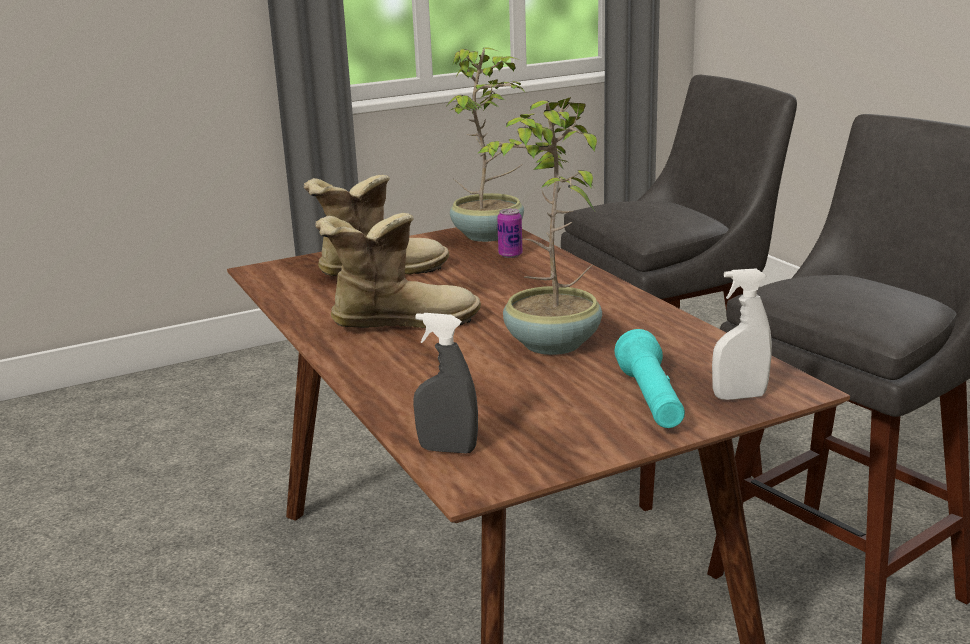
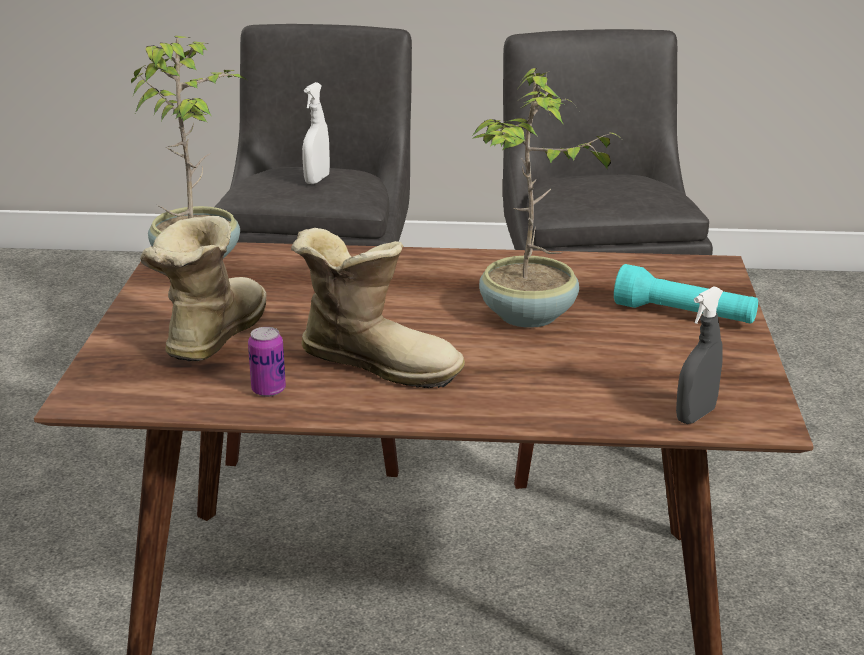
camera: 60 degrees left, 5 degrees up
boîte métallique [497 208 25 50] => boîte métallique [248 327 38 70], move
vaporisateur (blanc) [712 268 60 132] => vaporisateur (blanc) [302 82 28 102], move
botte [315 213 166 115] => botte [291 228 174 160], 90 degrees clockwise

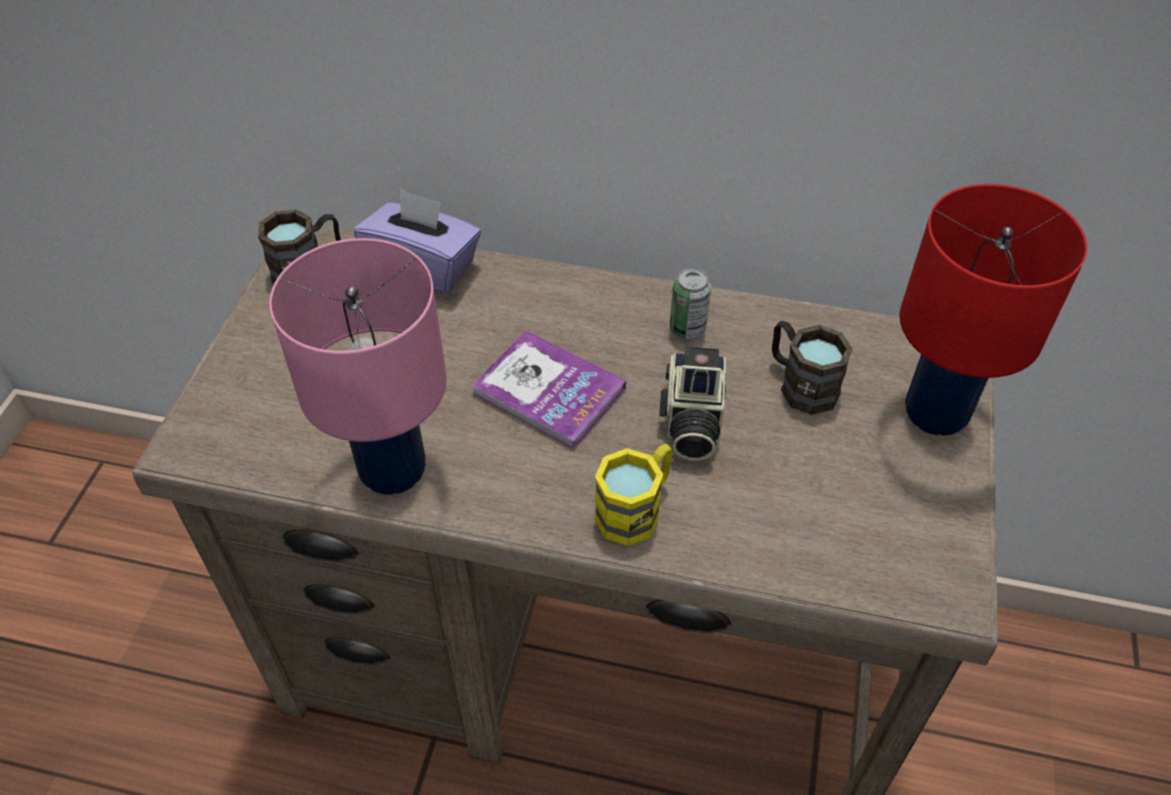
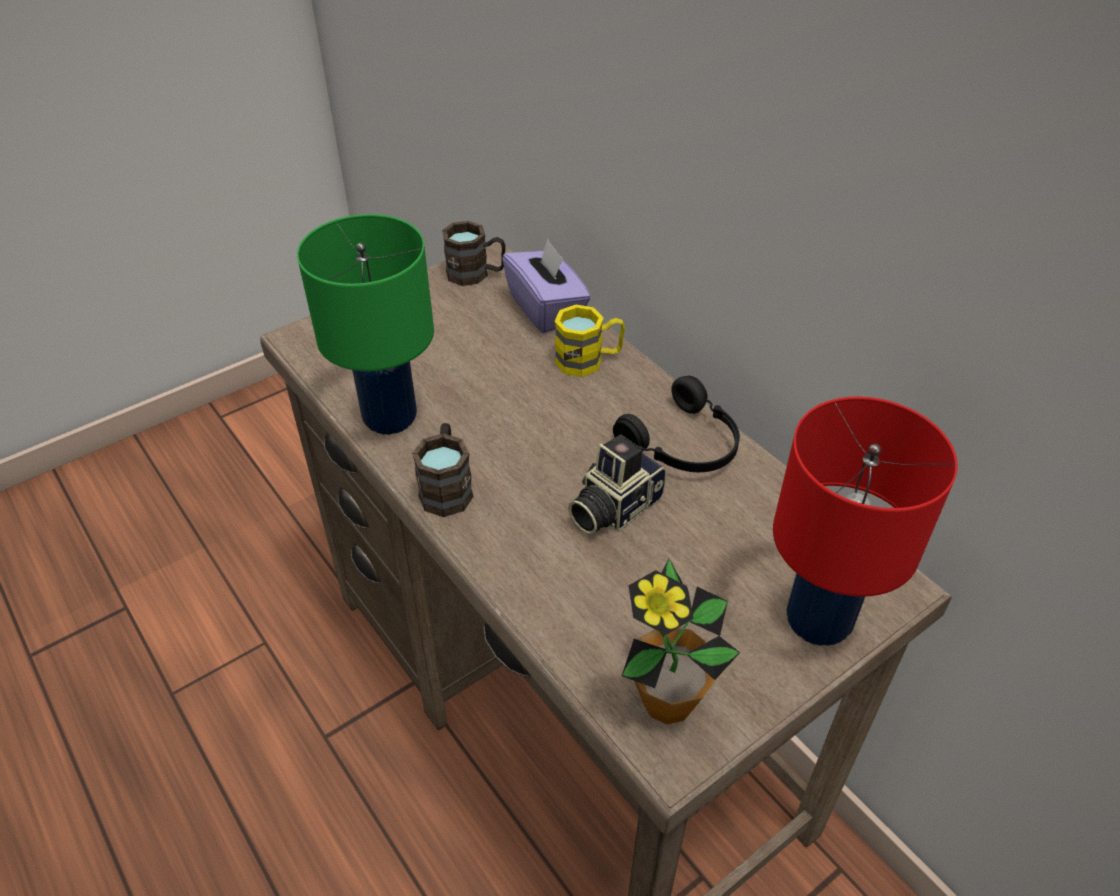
camera: 40 degrees right, 5 degrees down
livre [471 330 155 119] => nothing
nothing => plante en pot [622 558 118 166]
mug (jaune) [594 444 79 102] => mug (jaune) [555 305 70 72], move
mug (marron) [772 321 81 94] => mug (marron) [412 423 61 94], move
boîte métallique [670 268 41 71] => casque audio (noir) [613 376 127 96]
lampe de table (rose) [269 238 178 257] => lampe de table (vert) [297 214 137 221]

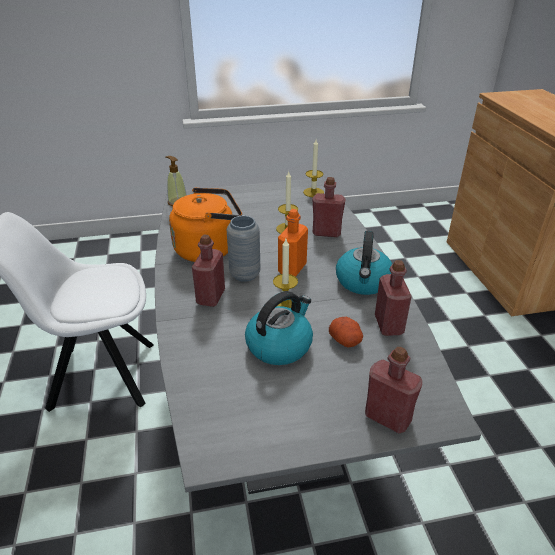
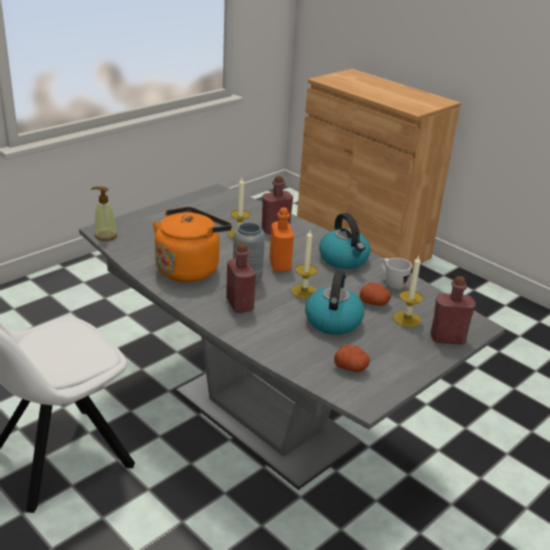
camera: 35 degrees left, 5 degrees down
nothing => pomme de terre [334 345 36 27]
bougie [303 140 21 57] => bougie [394 255 29 72], move
bouteille (rouge) [375 260 37 76] => mug (blanc) [381 258 31 31]

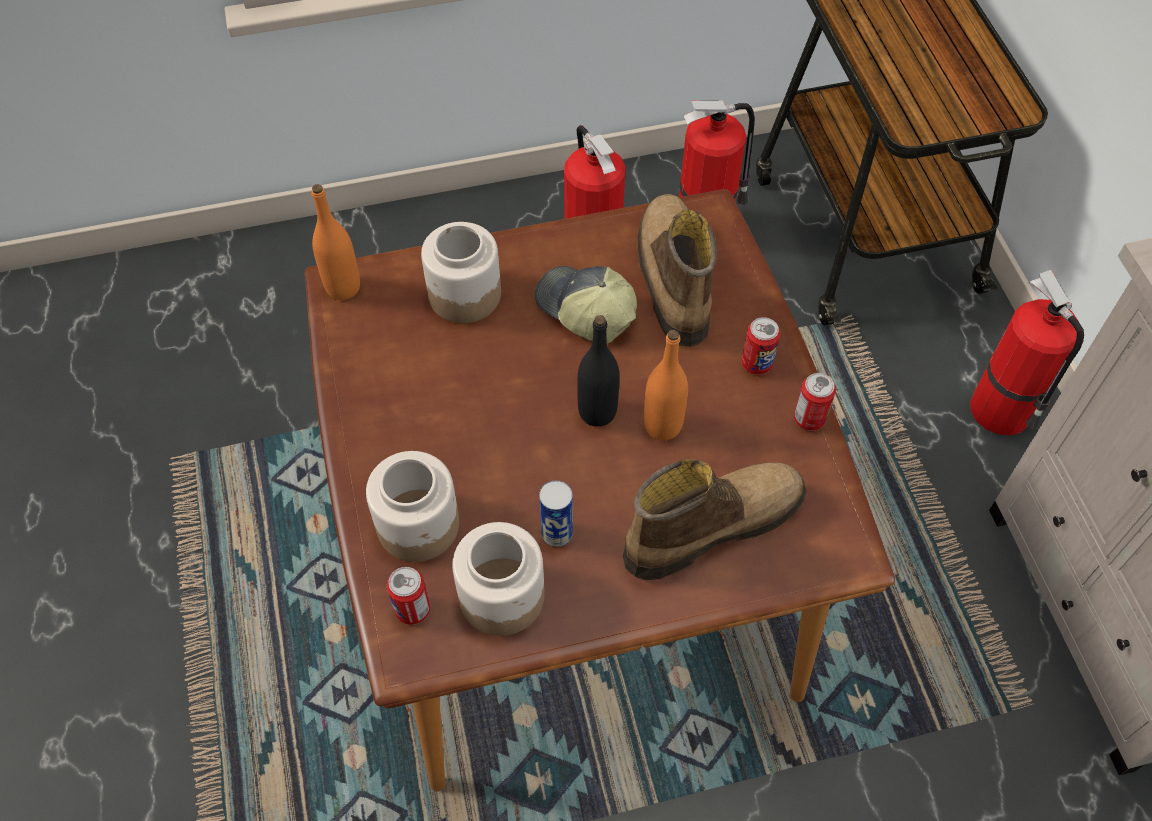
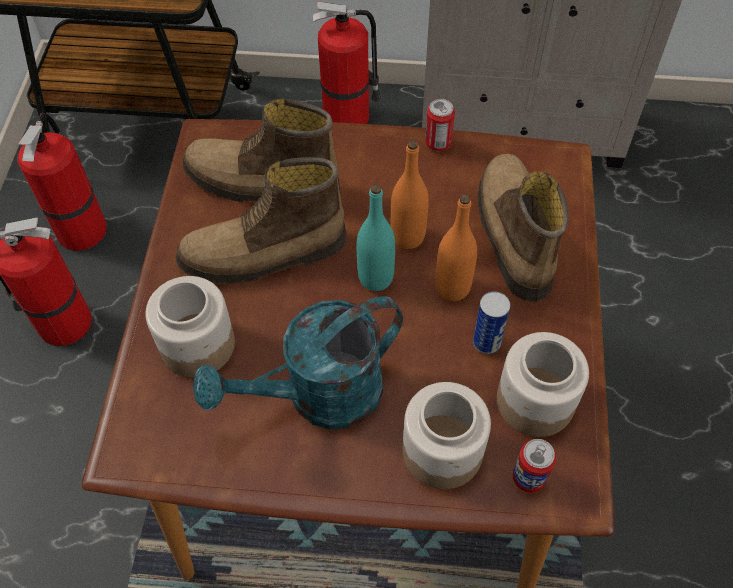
camera: 70 degrees left, 0 degrees up
boîte métallique [741 317 39 58] => nothing
nothing => arrosoir (turquoise) [193 297 210 132]
bouteille (orange) [312 184 48 116] => bouteille (orange) [435 194 42 107], move
casquette [535 266 102 77] => botte [176 157 170 127]
bouteille (noir) [577 315 43 112] => bouteille (turquoise) [357 184 38 107]

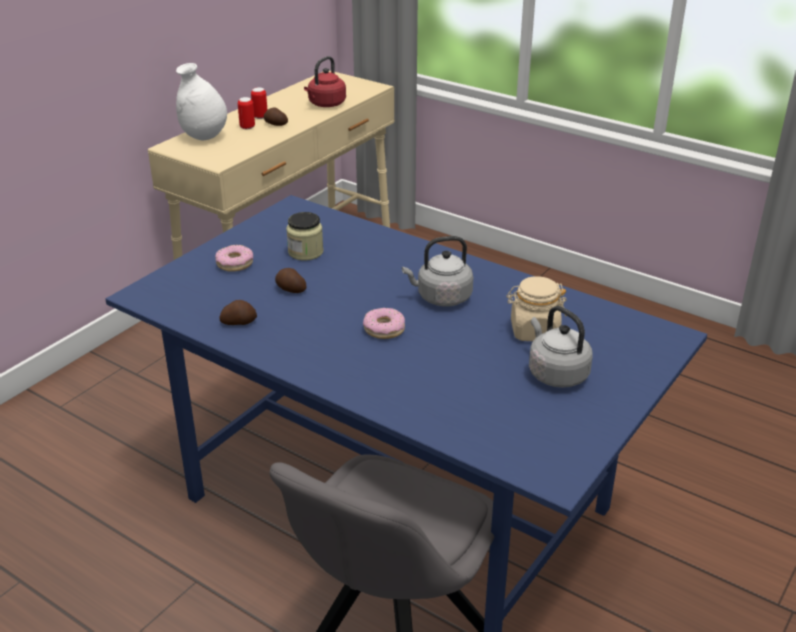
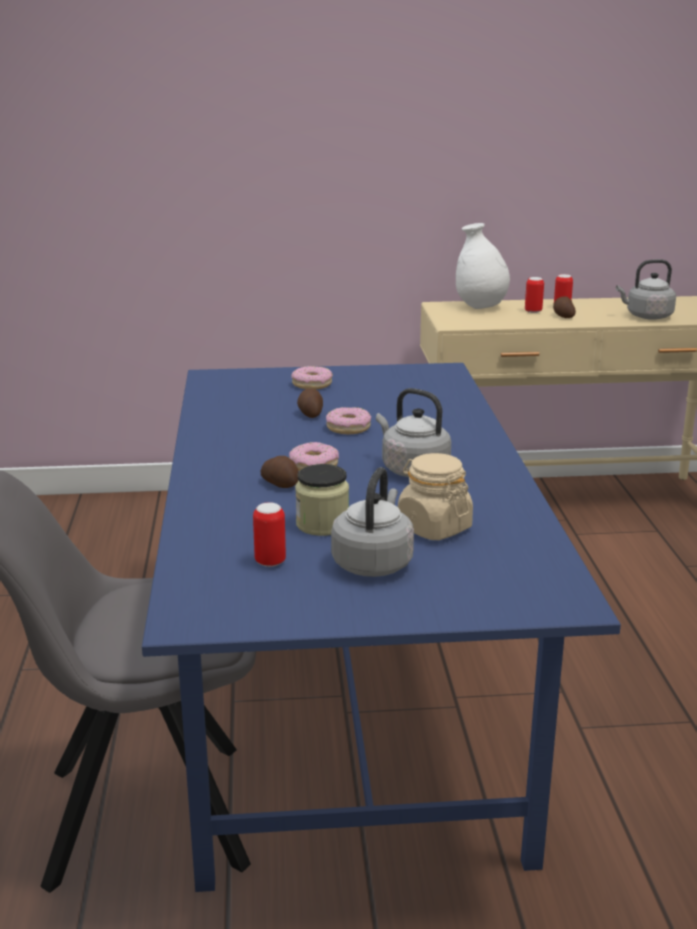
camera: 50 degrees right, 10 degrees down
nothing => boîte métallique [253 502 33 65]
nothing => beignet [326 407 45 27]
pomme de terre [220 300 37 25] => pomme de terre [261 456 37 32], move
bocal [286 212 37 48] => bocal [295 464 54 72], move
bouilloire (rouge) [304 56 42 51] => bouilloire (gris) [616 259 60 61]

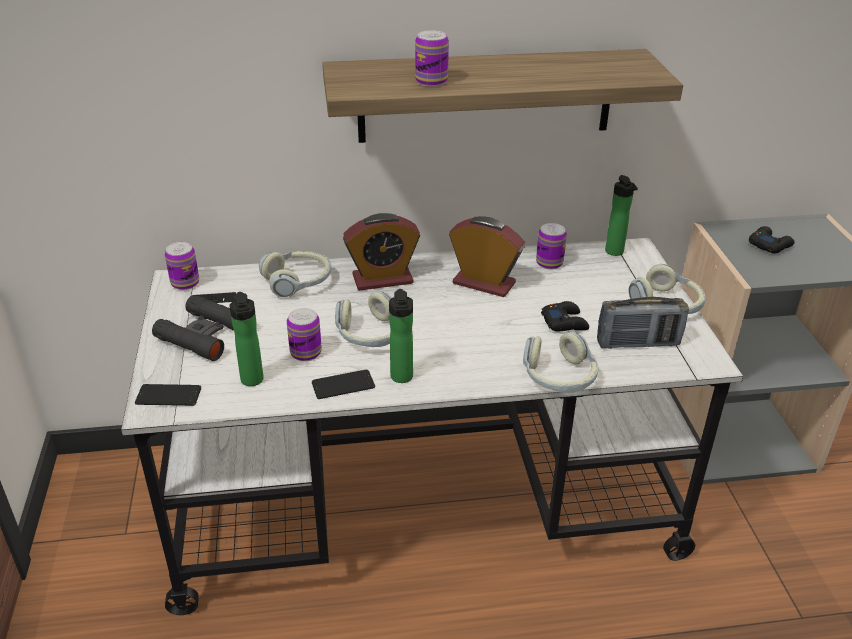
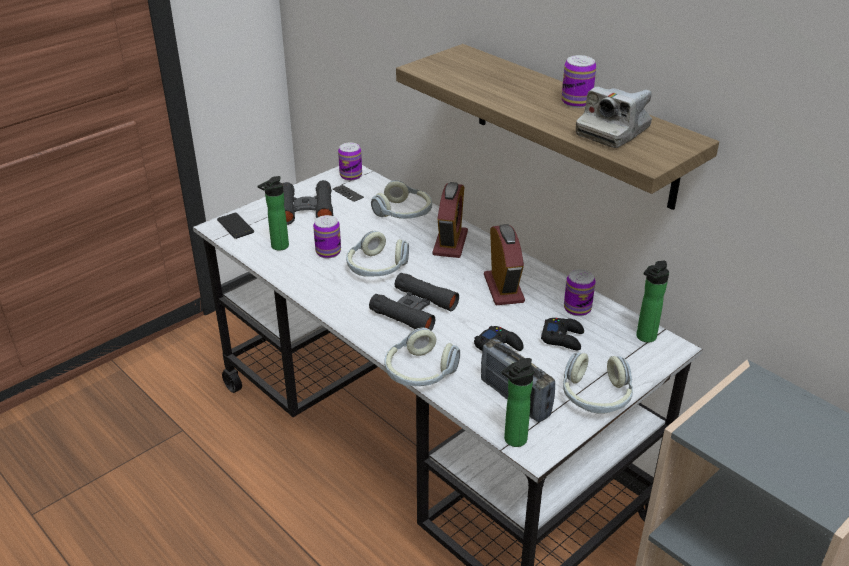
camera: 55 degrees right, 0 degrees up
téléphone [312 370 63 29] => nothing
nothing => jumelles (noir) [369 273 90 58]
nothing => appareil photo [576 87 76 61]
bouteille [389 289 24 94] => bouteille [502 358 32 89], move
boîte métallique [415 30 34 57] => boîte métallique [562 55 34 53], move
manette (noir) [749 226 46 28] => manette (noir) [541 318 43 32], move
réveil [343 213 77 78] => réveil [432 182 36 76], 120 degrees counterclockwise

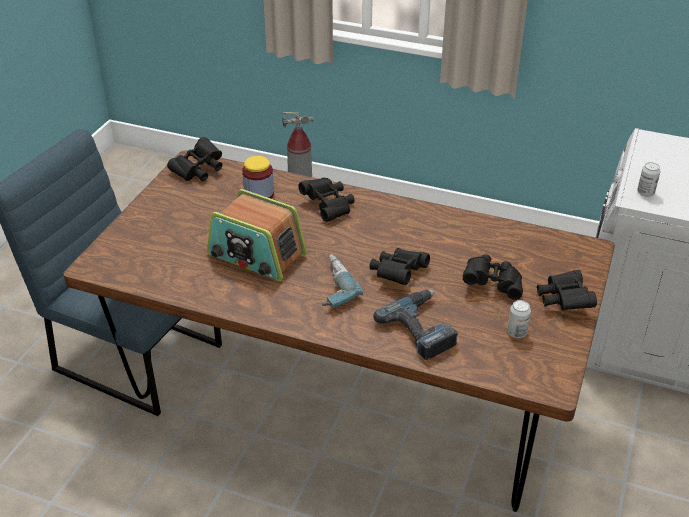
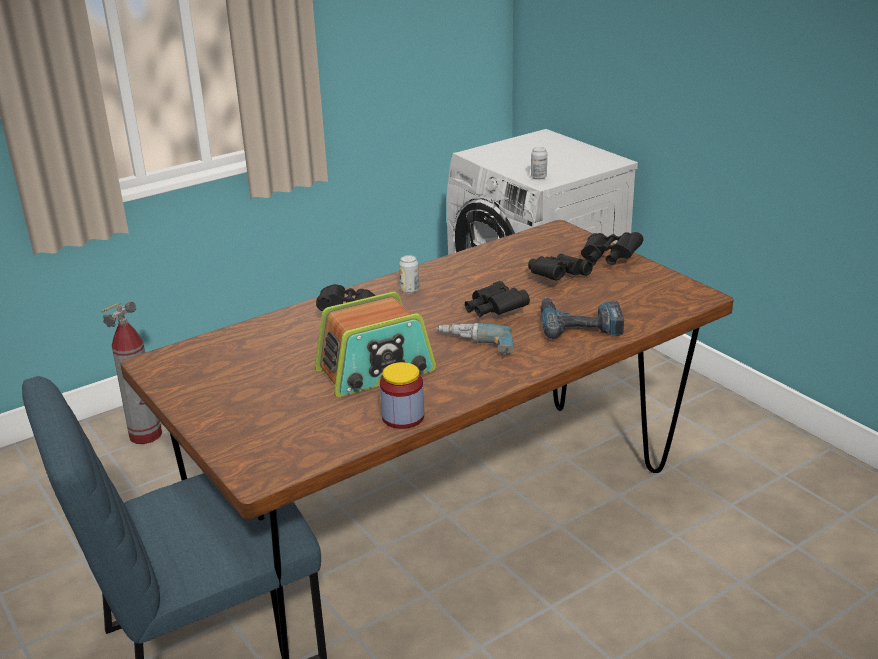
camera: 55 degrees left, 10 degrees down
jumelles (noir) [167 137 56 44] => nothing
bocal [242 156 32 42] => bocal [380 362 44 67], move
boîte métallique [507 300 24 38] => boîte métallique [399 255 20 38], move

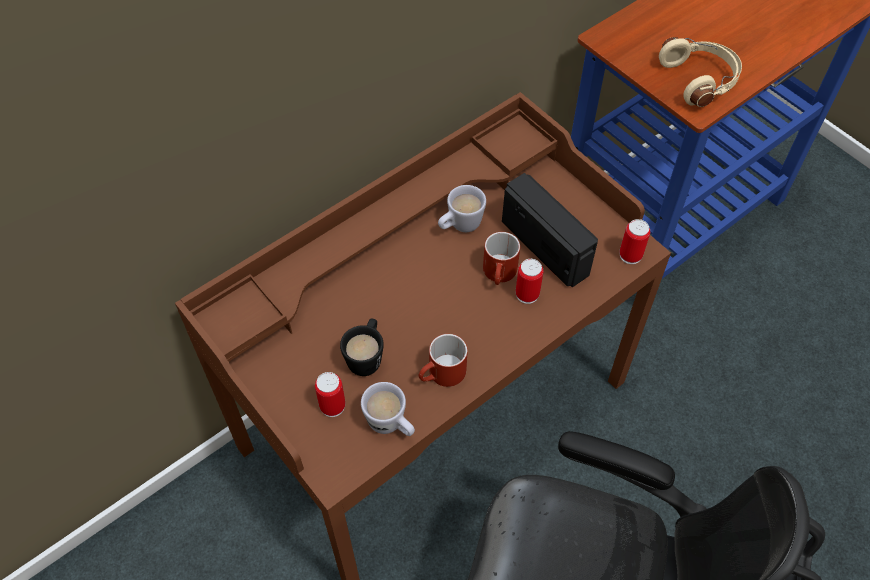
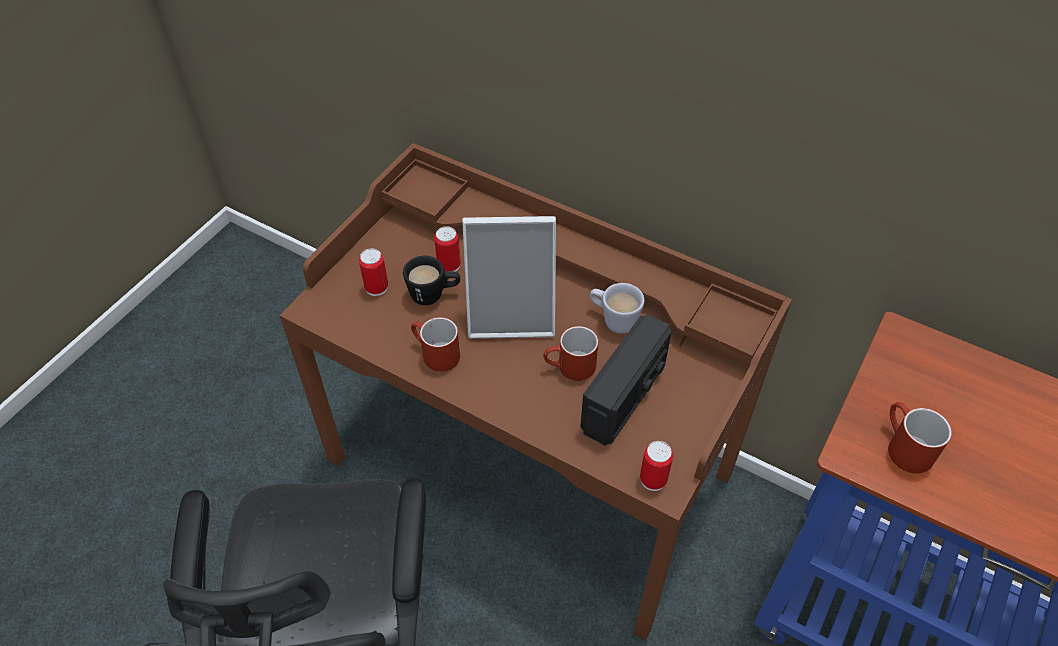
camera: 70 degrees right, 5 degrees down
mug (blanc) [361 382 54 54] => nothing
nothing => cadre photo [462 216 94 123]
boîte métallique [515 259 29 45] => boîte métallique [434 226 27 46], move
casque audio (beige) [659 37 83 70] => mug (rouge) [888 402 64 71]

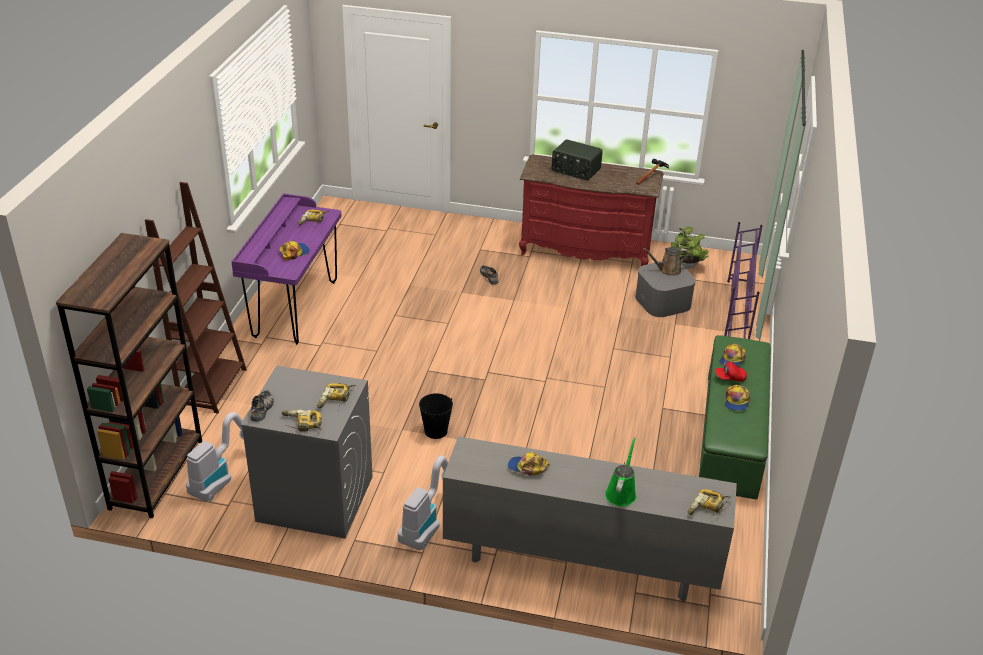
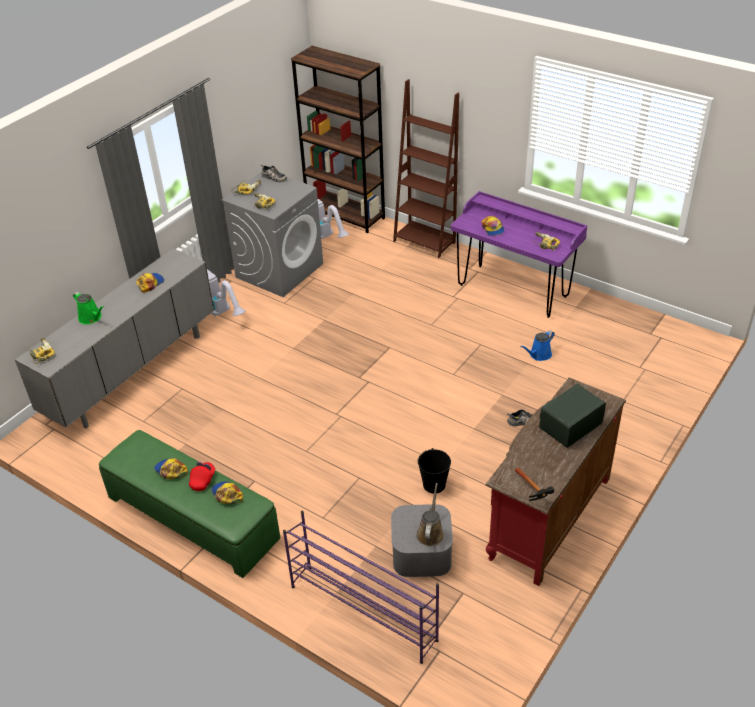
camera: 115 degrees right, 5 degrees up
plante en pot [671 227 37 42] => nothing
nothing => arrosoir (bleu) [520 330 35 31]
seau (noir) [419 393 34 46] => seau (noir) [418 448 33 46], move

